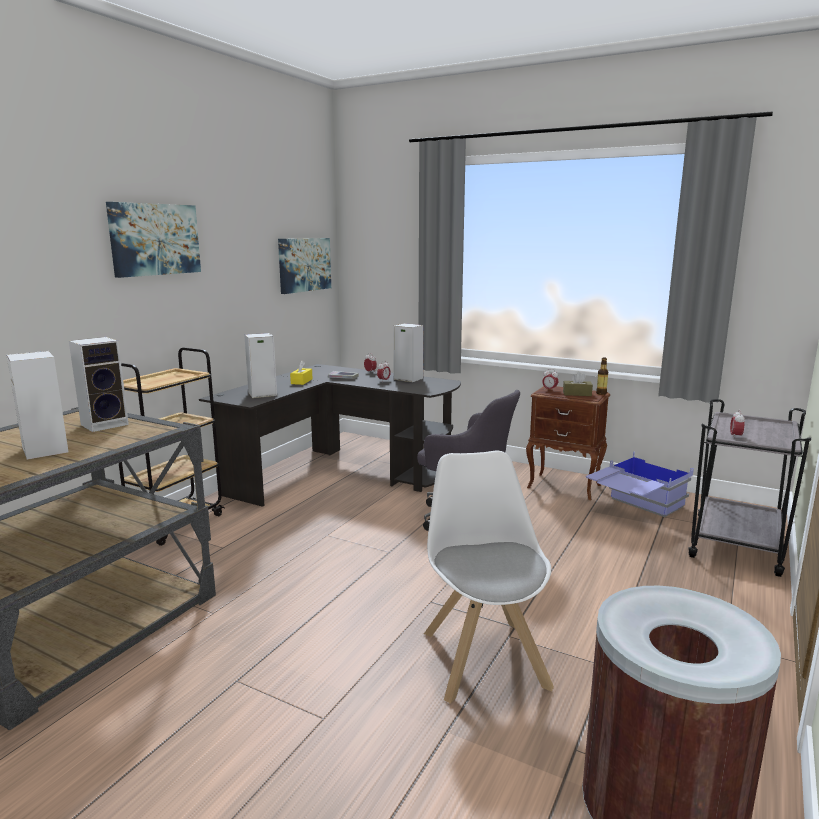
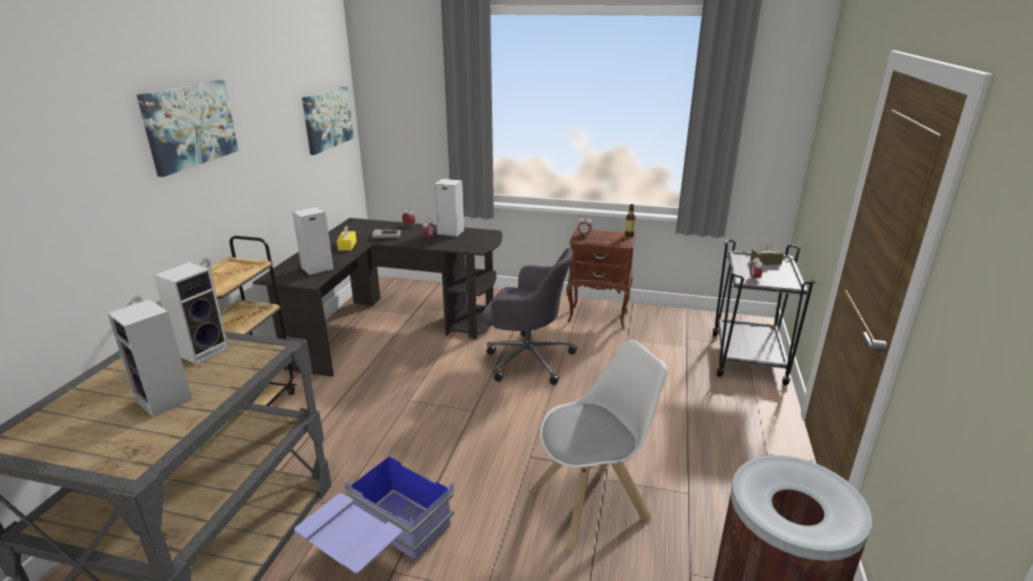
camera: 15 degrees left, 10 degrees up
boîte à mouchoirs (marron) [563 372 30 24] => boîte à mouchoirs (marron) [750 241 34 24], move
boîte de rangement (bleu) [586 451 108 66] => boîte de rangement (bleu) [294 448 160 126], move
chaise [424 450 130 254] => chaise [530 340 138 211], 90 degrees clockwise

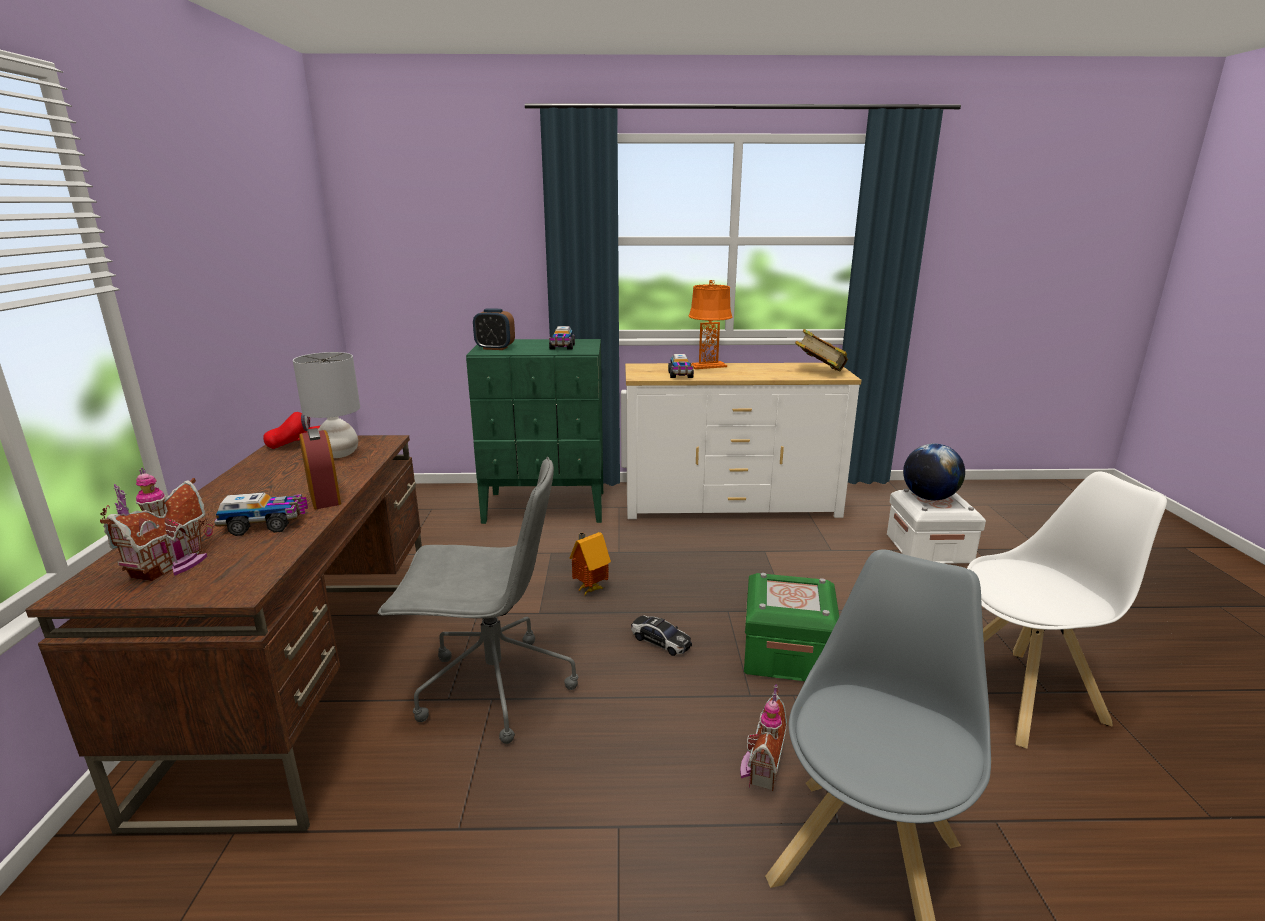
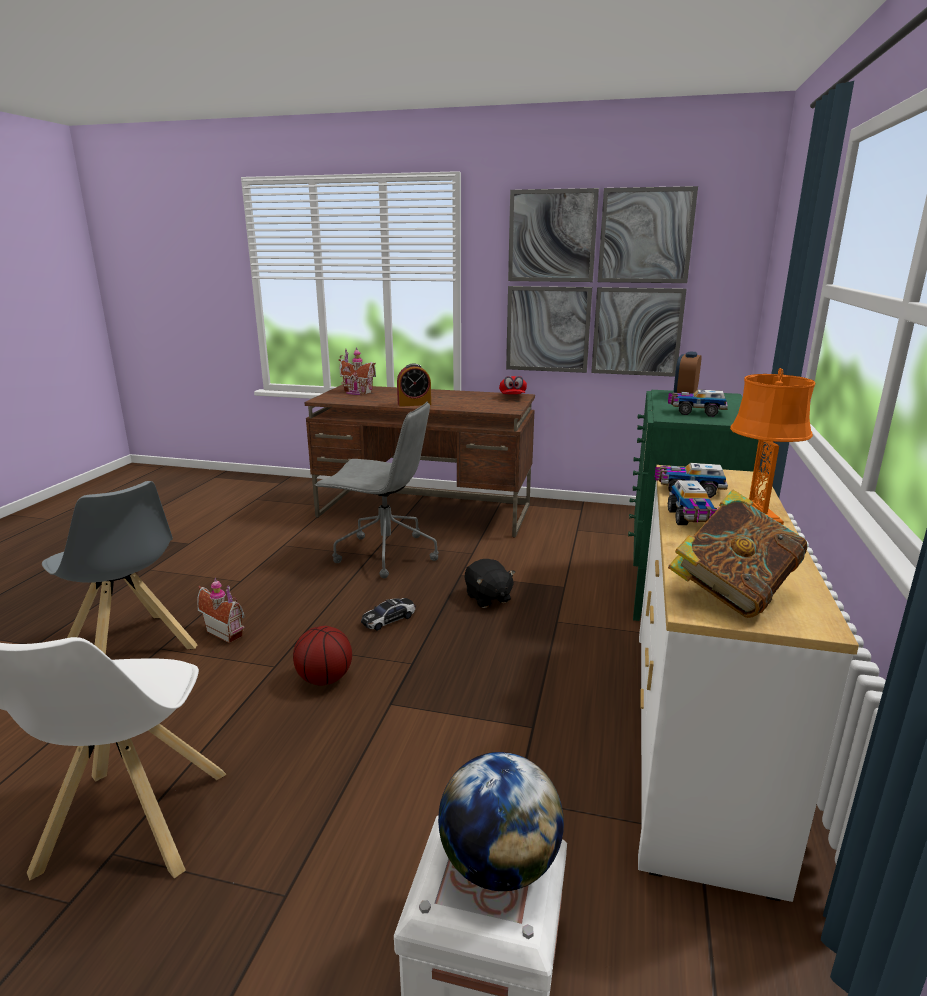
camera: 105 degrees right, 0 degrees up
lampe de table (gris) [293 352 67 106] => nothing
nothing => tableau [506 186 192 191]
camion jouet [214 493 94 43] => camion jouet [668 480 51 45], move
maison miniature [570 532 41 63] => peluche (noir) [464 559 51 49]
boîte de rangement (vert) [744 573 95 108] => ballon de basket [293 626 59 59]
chaise de bureau (gris) [378 456 200 288] => chaise de bureau (gris) [315 401 124 177], 90 degrees counterclockwise

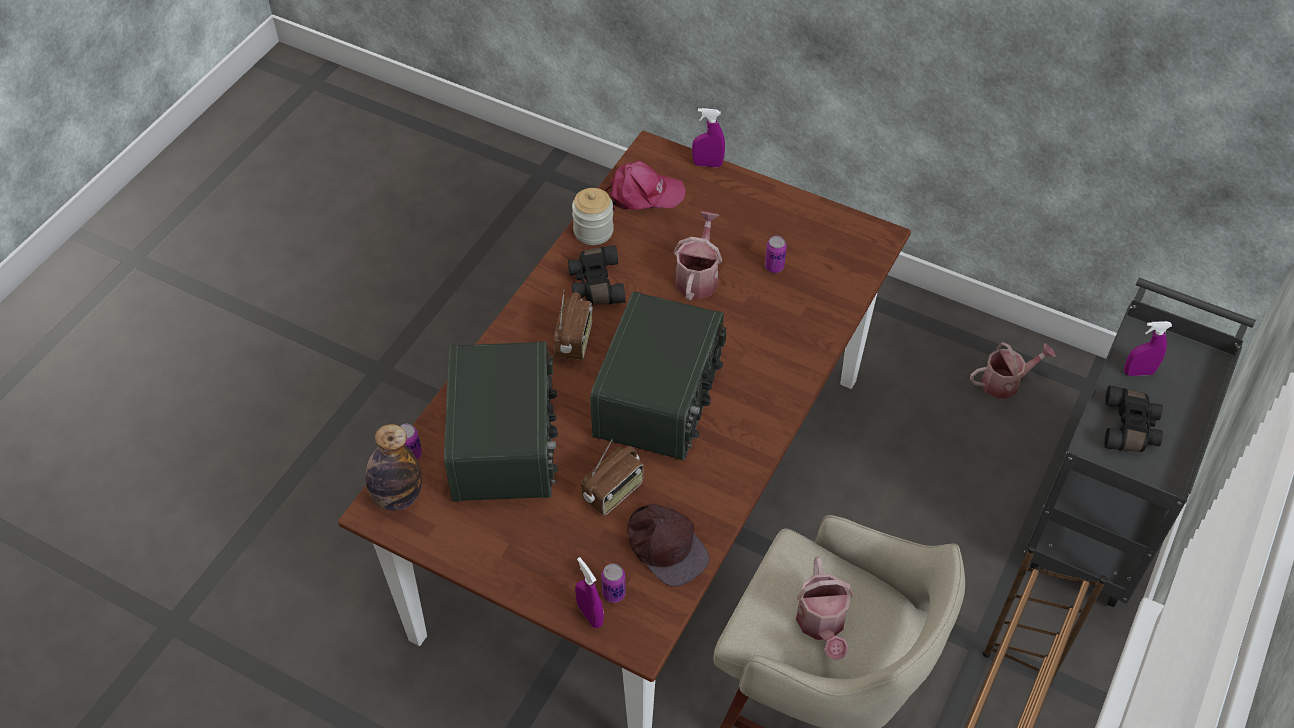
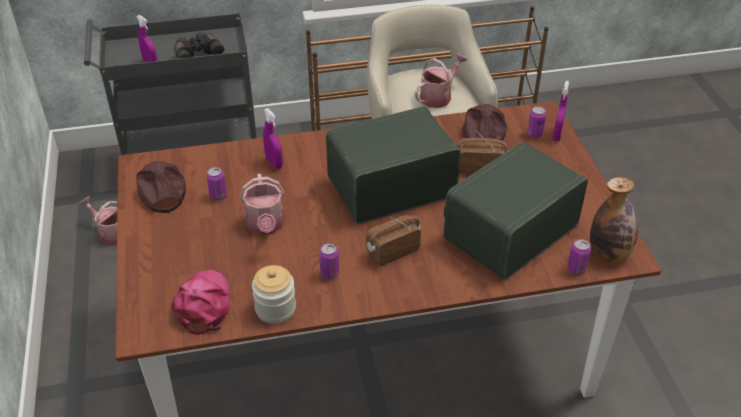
camera: 130 degrees left, 10 degrees down
nothing => casquette (marron) [136 161 50 52]
vaporisateur (violet) [692 108 33 59] => vaporisateur (violet) [263 108 20 61], move
jumelles (noir) [568 245 58 60] => boîte métallique [319 243 20 36]
casquette (rose) [606 161 80 49] => casquette (rose) [171 270 59 65], 45 degrees clockwise
arrosoir [673 211 49 90] => arrosoir [240 174 45 61], 75 degrees counterclockwise

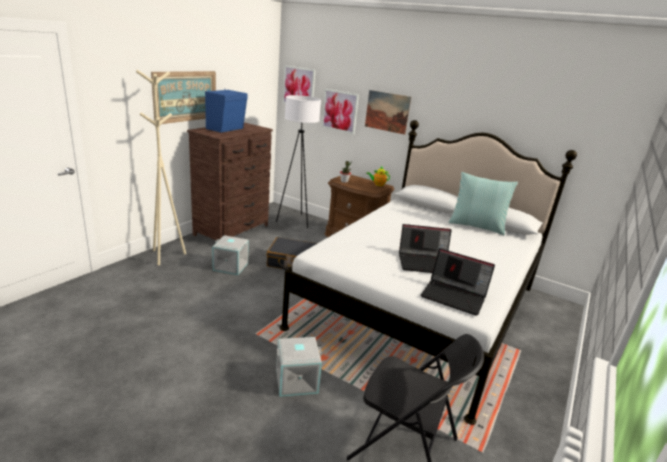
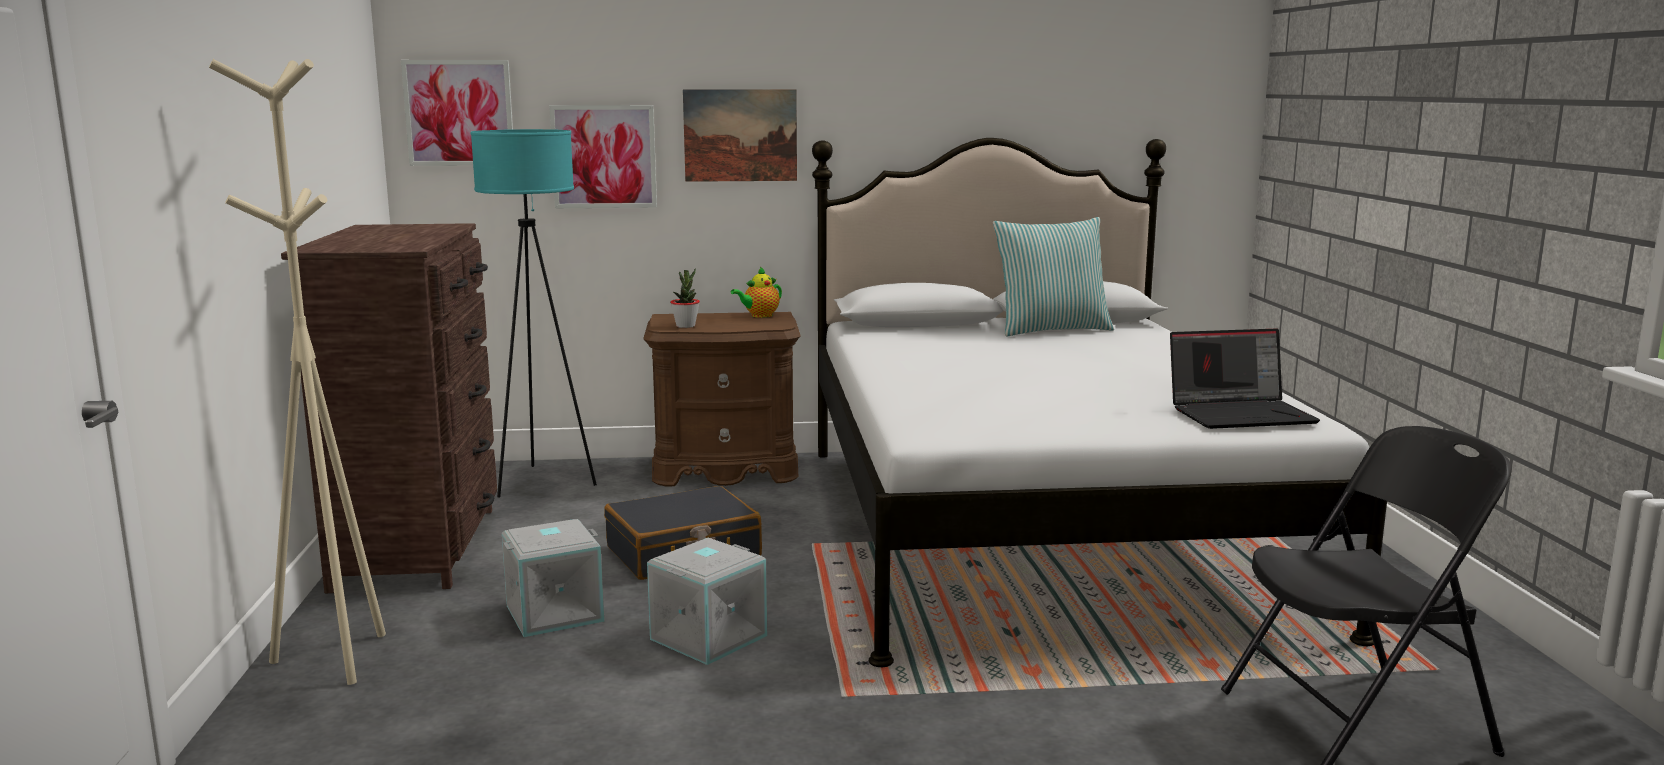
camera: 35 degrees left, 10 degrees down
tableau [151 71 65 53] => nothing
enceinte (bleu) [205 88 42 45] => nothing
ordinateur portable [399 224 52 49] => nothing
boîte de rangement (gris) [276 337 46 60] => boîte de rangement (gris) [647 538 120 127], move
lampadaire (blanc) [276 95 45 133] => lampadaire (turquoise) [470 129 127 368]

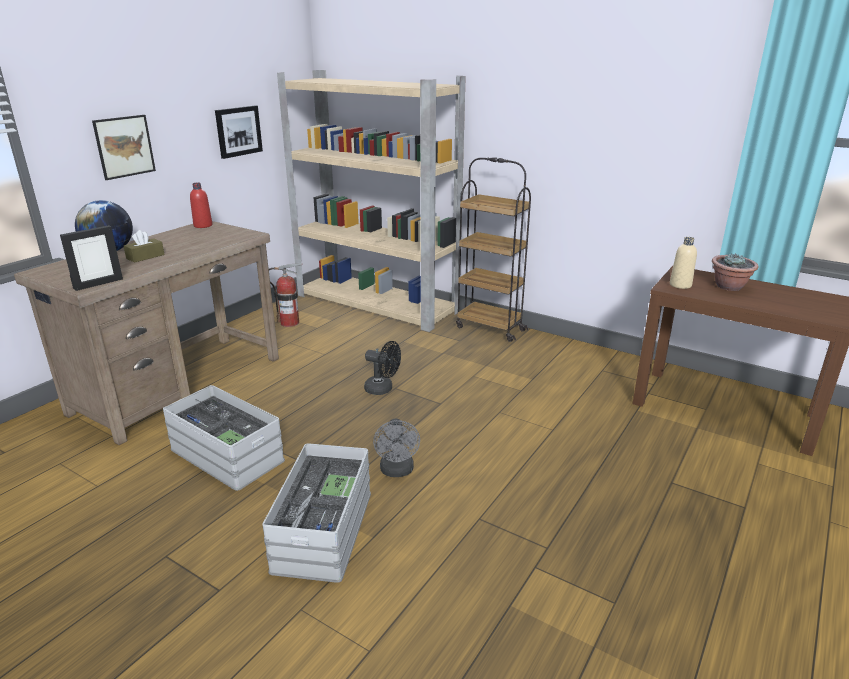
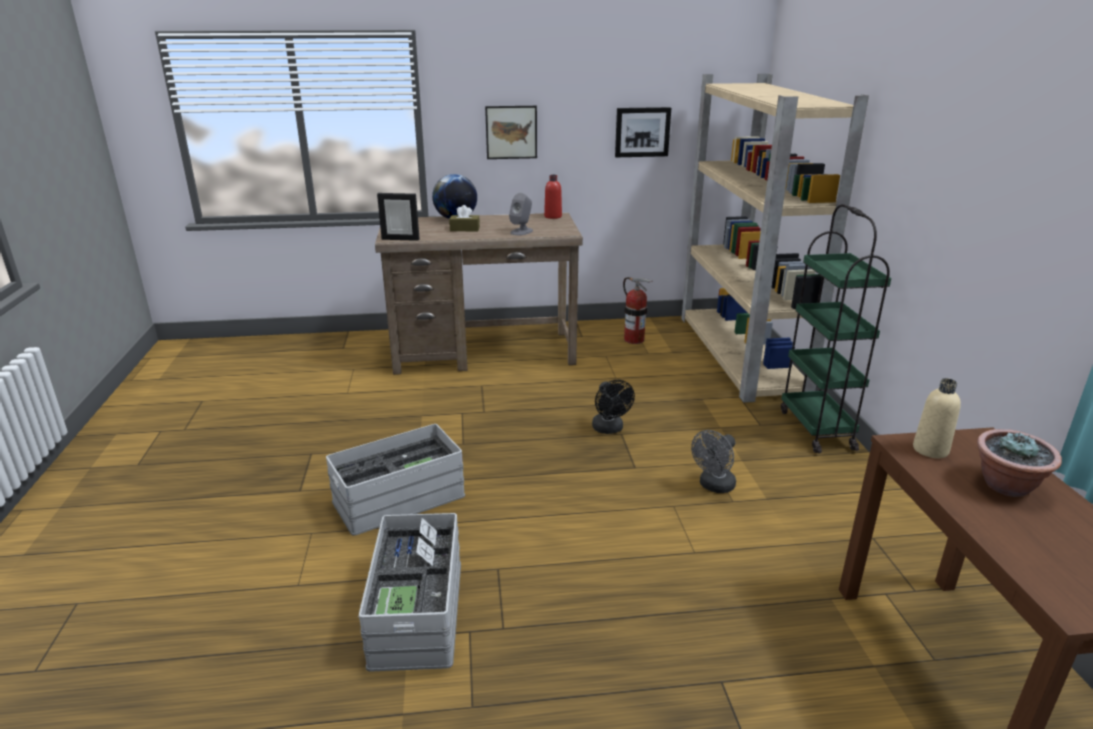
camera: 50 degrees right, 0 degrees up
nothing => enceinte (gris) [509 193 24 42]
boîte de rangement (gris) [163 385 122 106] => boîte de rangement (gris) [357 513 104 159], move
ventilateur (gris) [373 419 47 58] => ventilateur (gris) [691 430 45 63], move
chariot (marron) [456 157 75 185] => chariot (vert) [781 204 110 249]

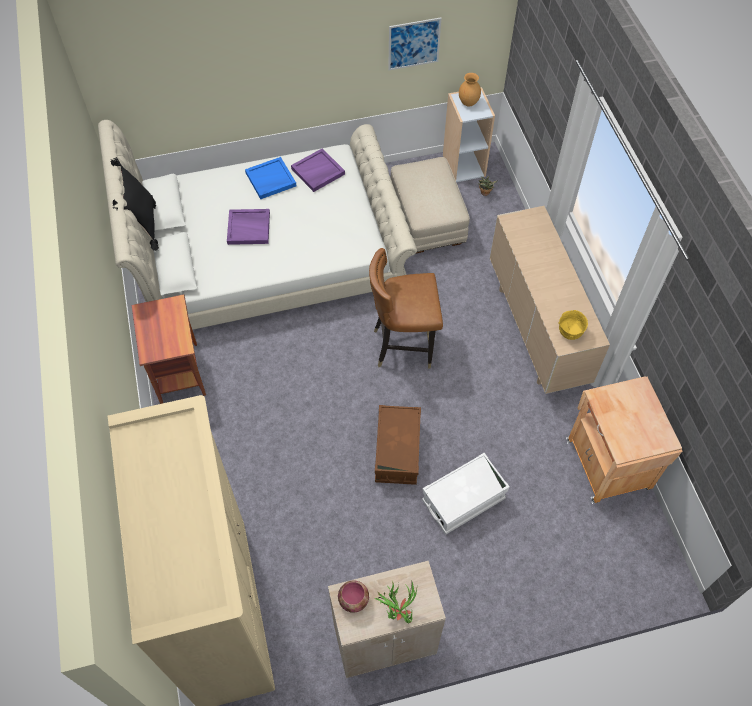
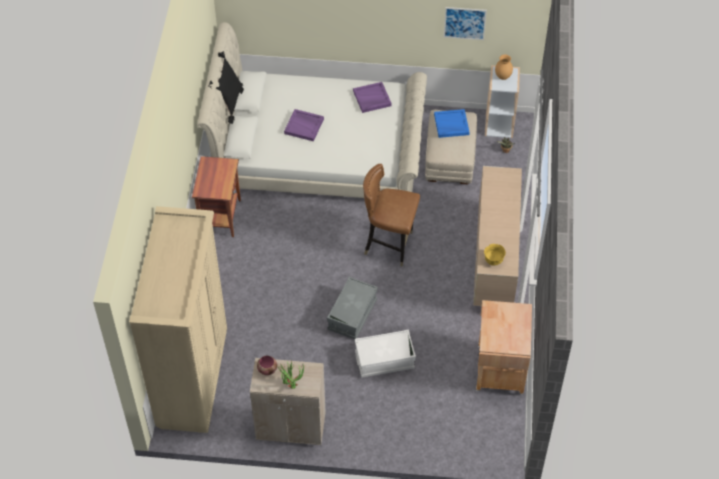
camera: 20 degrees right, 5 degrees down
plateau (bleu) [245 157 51 42] => plateau (bleu) [434 109 36 29], move
boîte de rangement (marron) [375 405 46 80] => boîte de rangement (gris) [327 277 51 62]

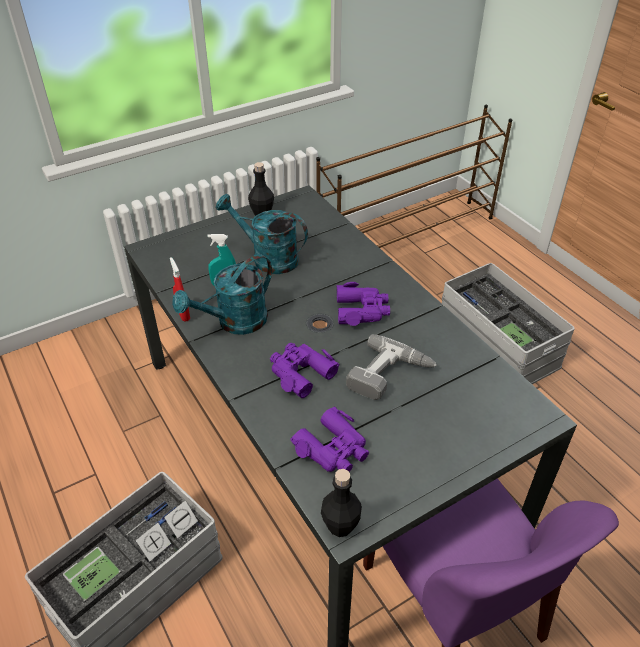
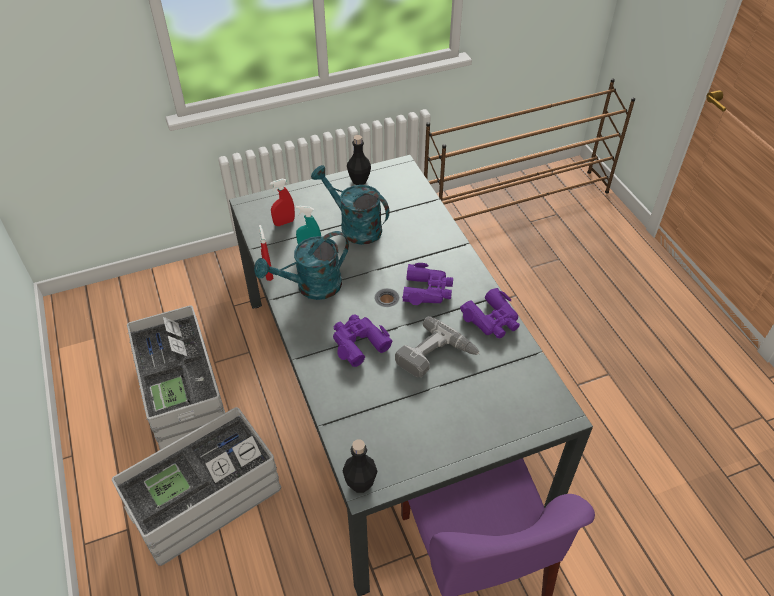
camera: 10 degrees right, 5 degrees up
nothing => vaporisateur (rouge) [270 179 25 47]
jumelles (violet) [290 406 79 66] => jumelles (violet) [460 288 60 51], move
boîte de rangement (gris) [442 263 133 121] => boîte de rangement (gris) [127 305 98 145], move

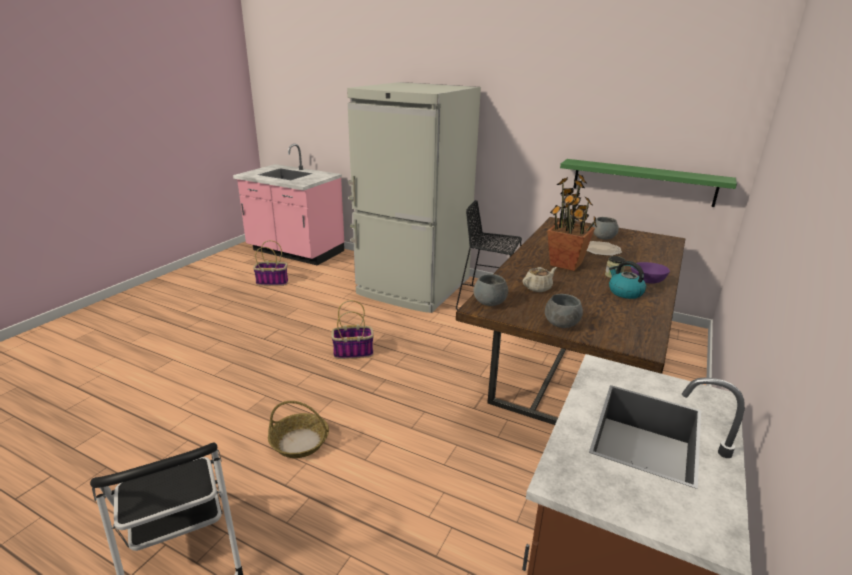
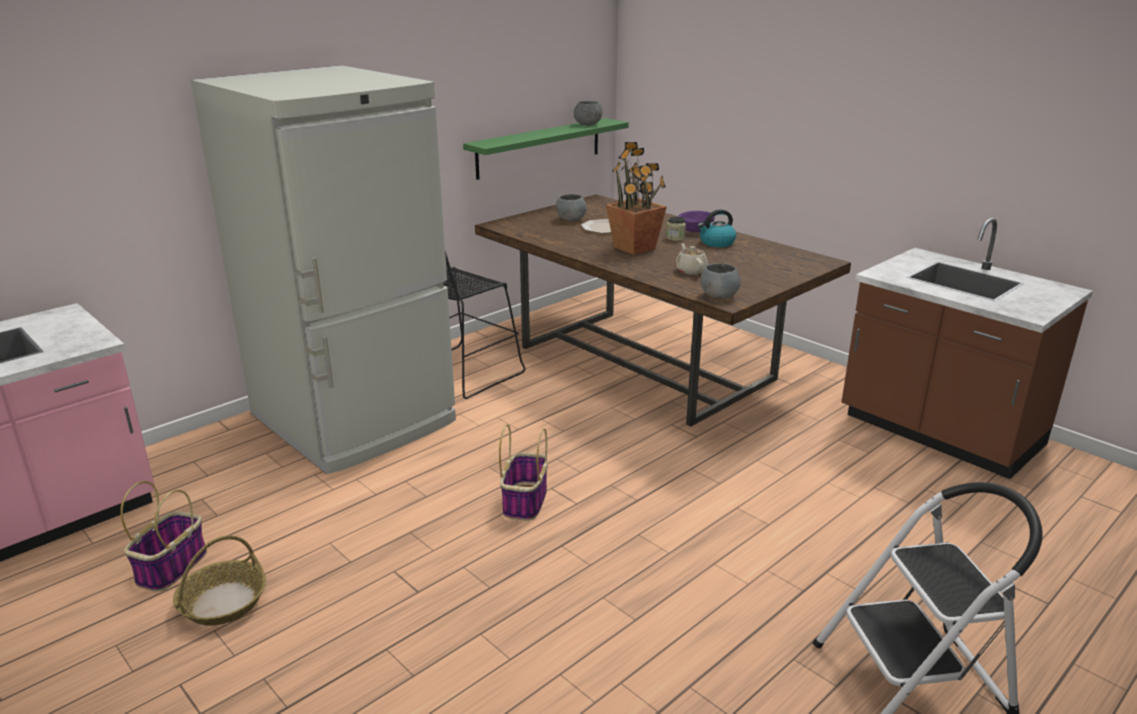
camera: 70 degrees left, 0 degrees up
panier [268 401 61 57] => panier [173 535 93 91], move
bol (gris) [545 294 38 34] => bol (gris) [574 101 28 24], move

